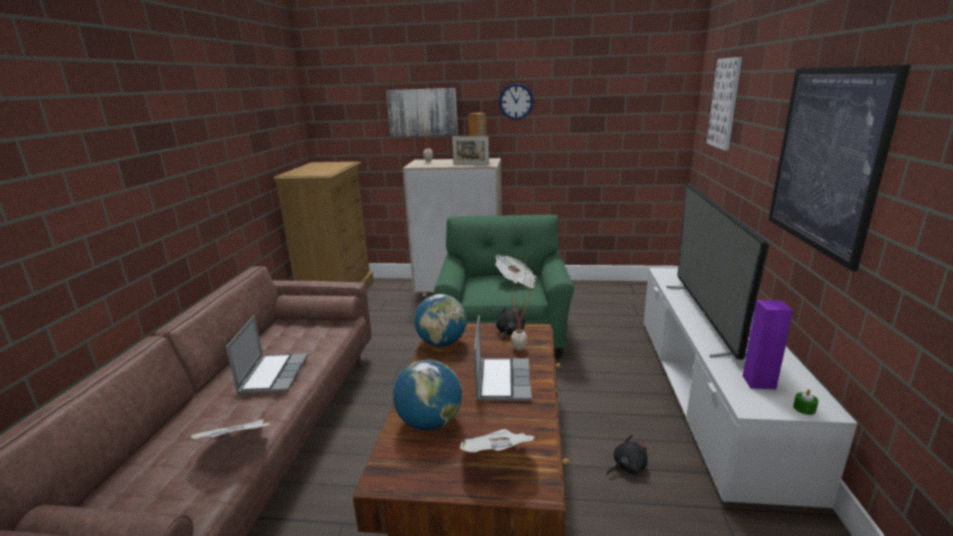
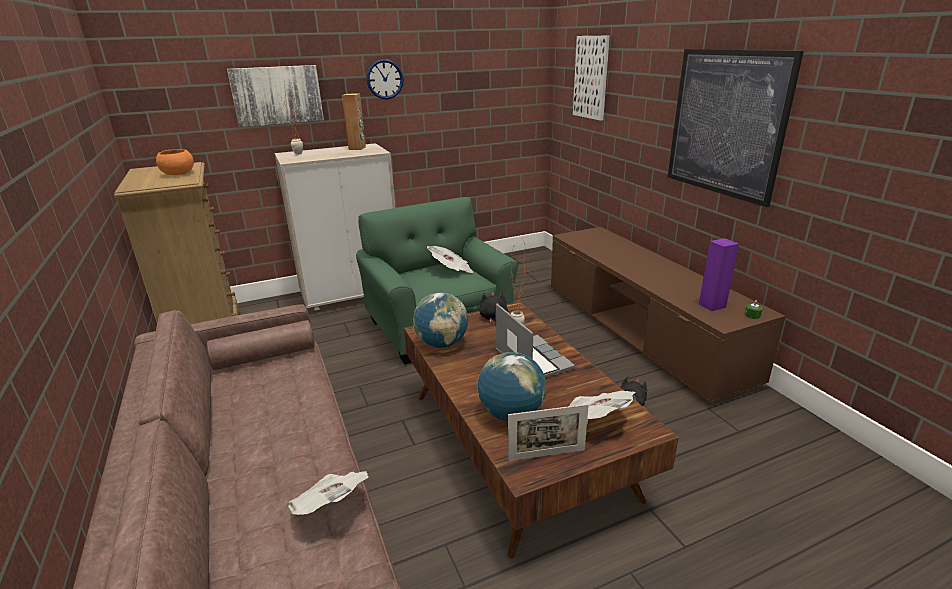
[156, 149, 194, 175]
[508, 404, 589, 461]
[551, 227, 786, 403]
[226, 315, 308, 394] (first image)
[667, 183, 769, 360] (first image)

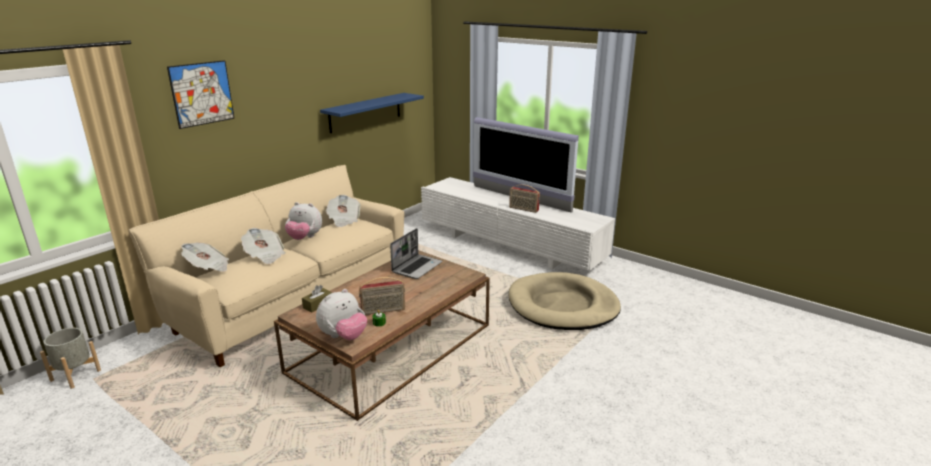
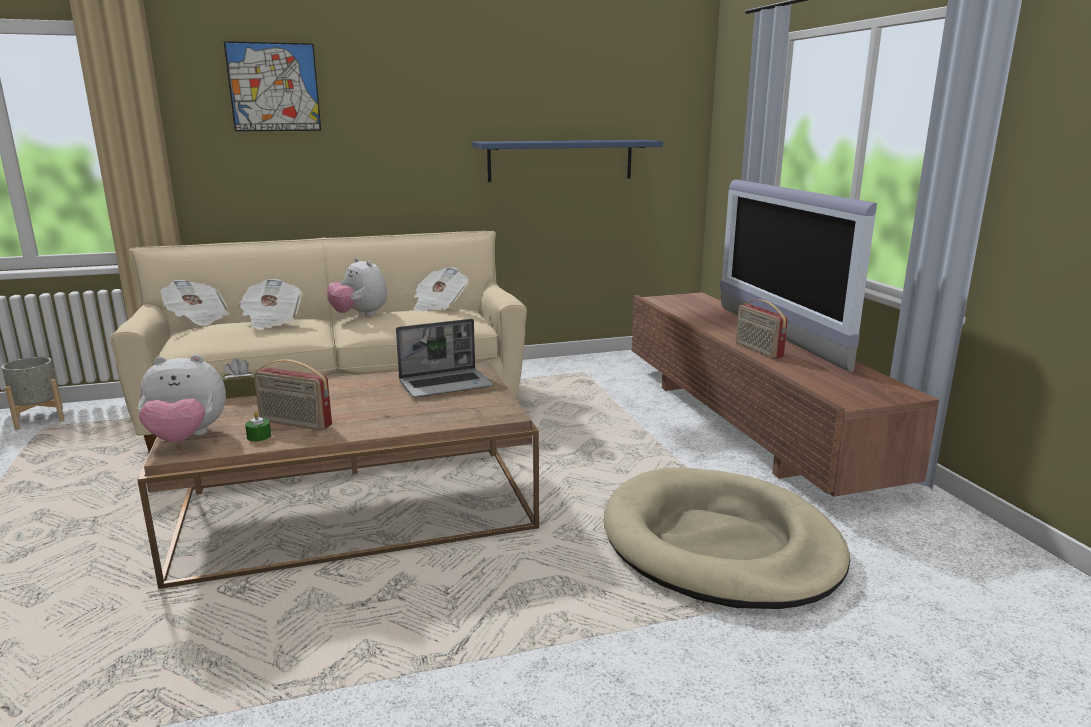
[632, 292, 939, 497]

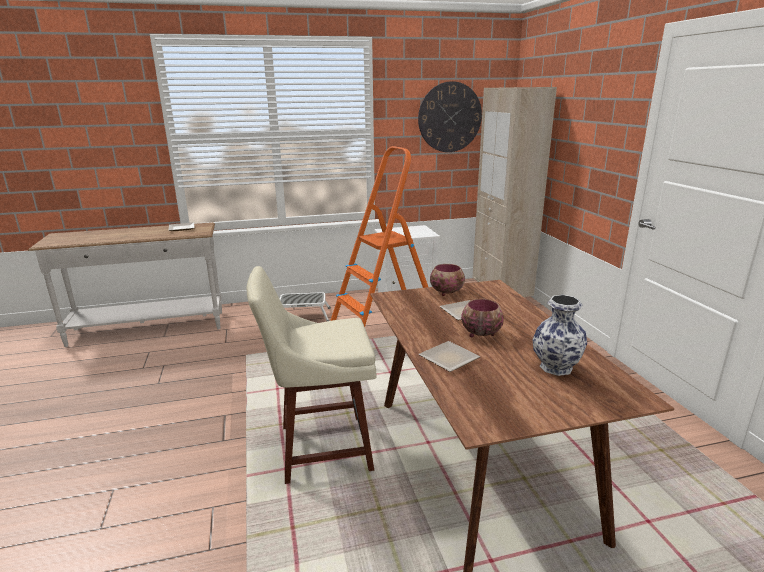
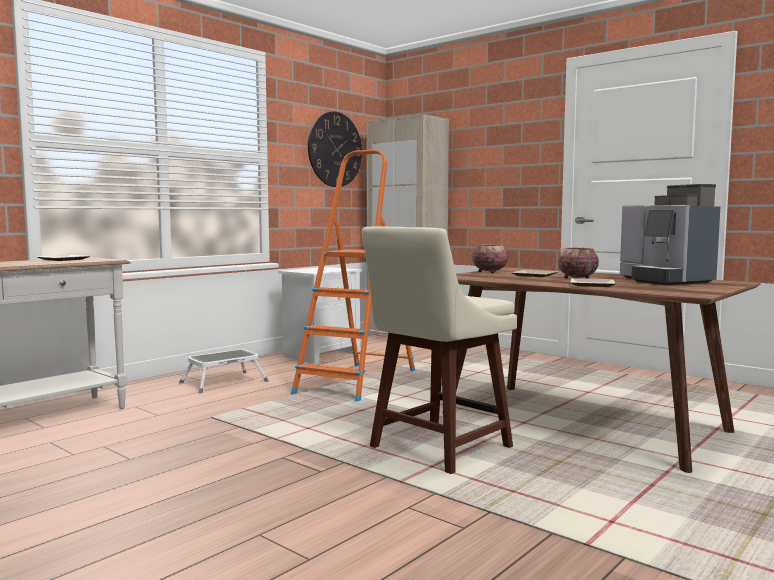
[620, 184, 721, 285]

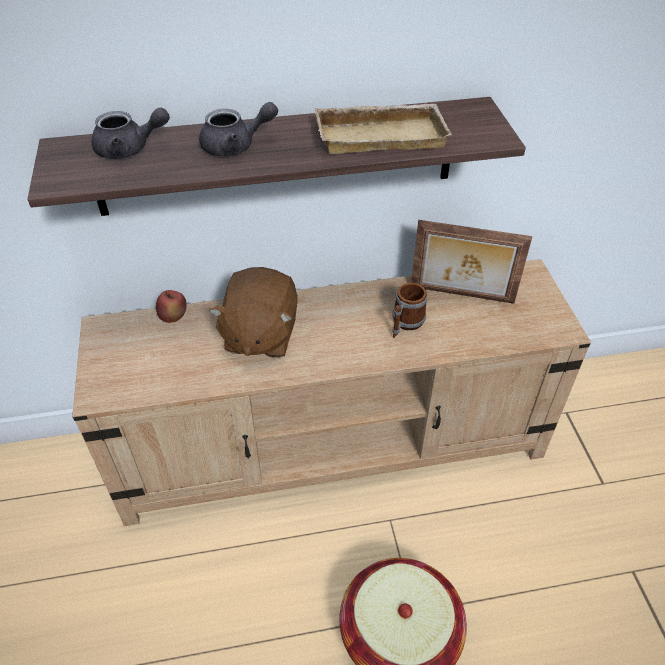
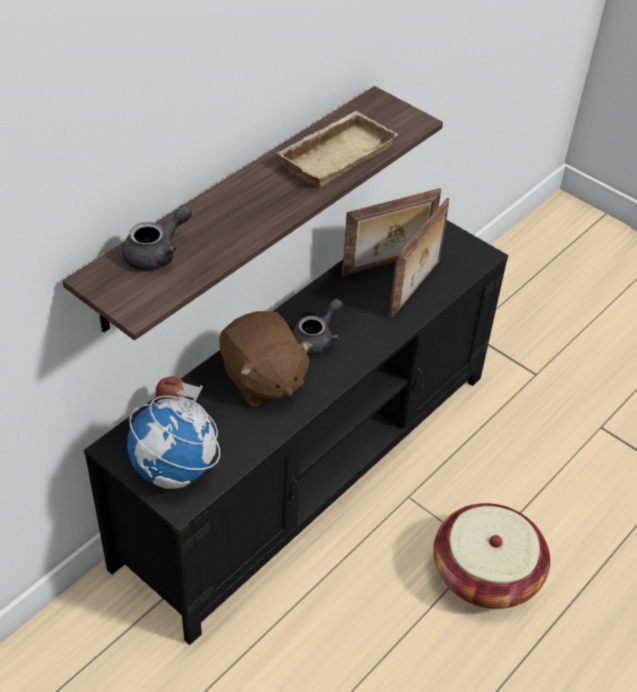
[84, 220, 508, 645]
[127, 382, 220, 489]
[292, 299, 343, 355]
[389, 198, 449, 319]
[392, 283, 428, 338] (first image)

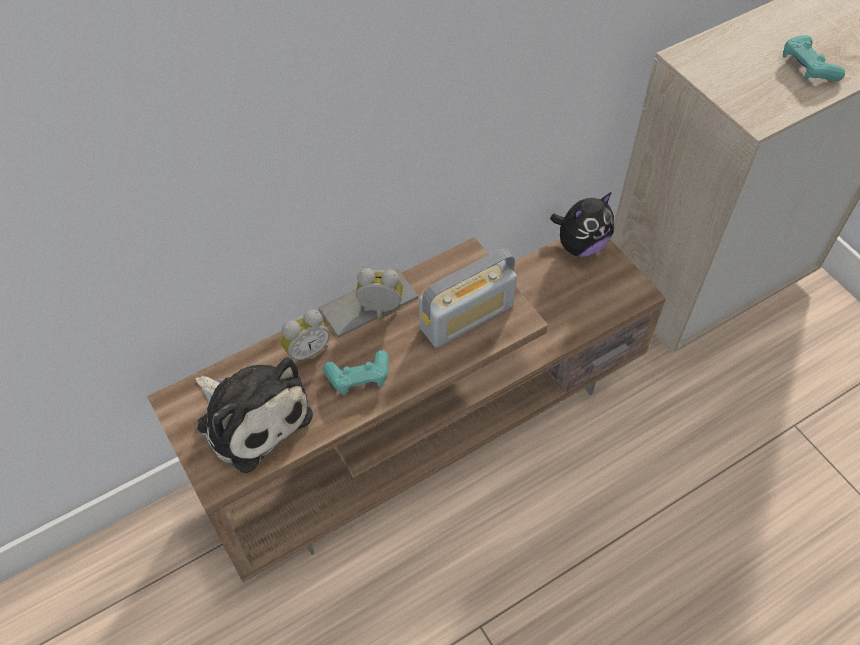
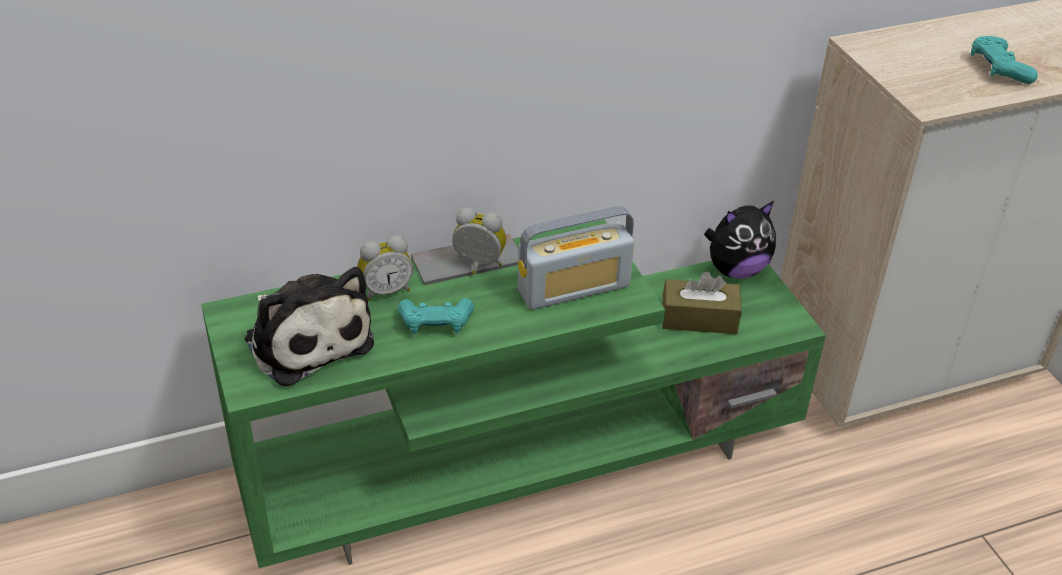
[201, 219, 826, 568]
[662, 272, 742, 334]

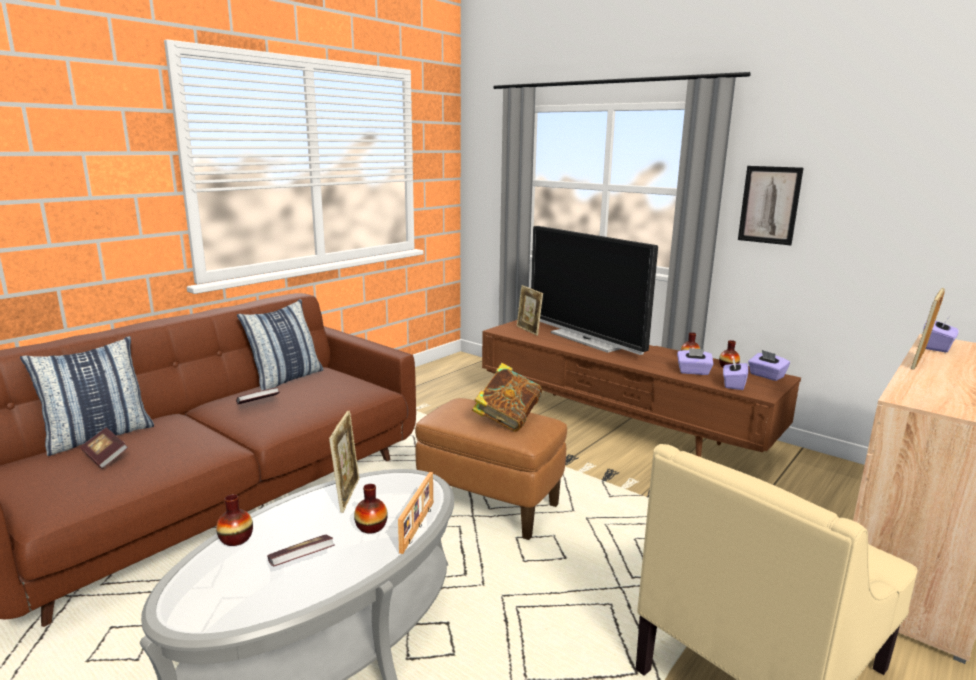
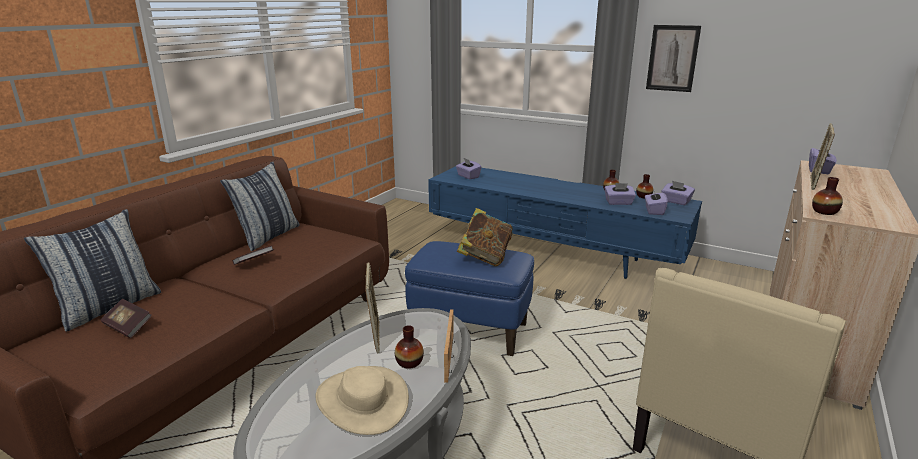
[315, 366, 409, 435]
[405, 241, 534, 356]
[428, 166, 702, 279]
[456, 158, 481, 179]
[812, 177, 843, 215]
[531, 226, 658, 355] (first image)

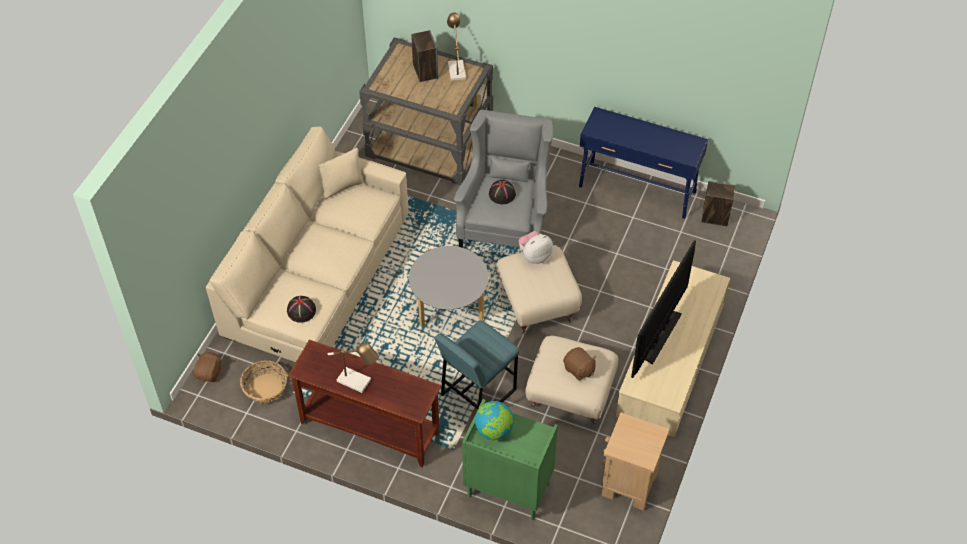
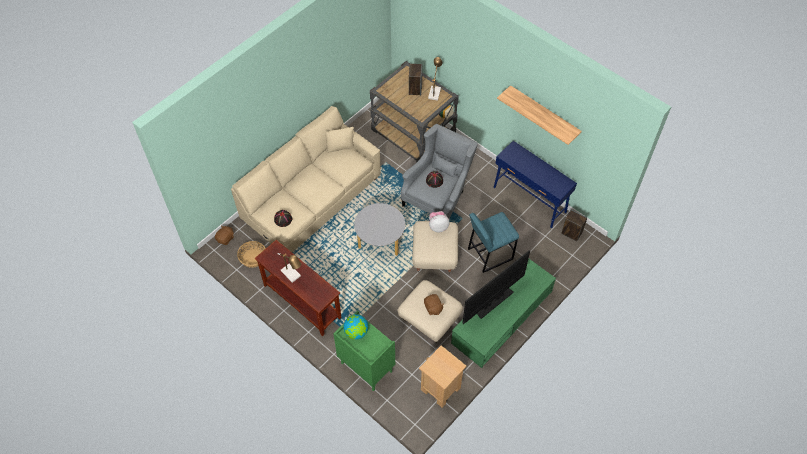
[451, 259, 556, 368]
[468, 212, 519, 273]
[497, 85, 582, 145]

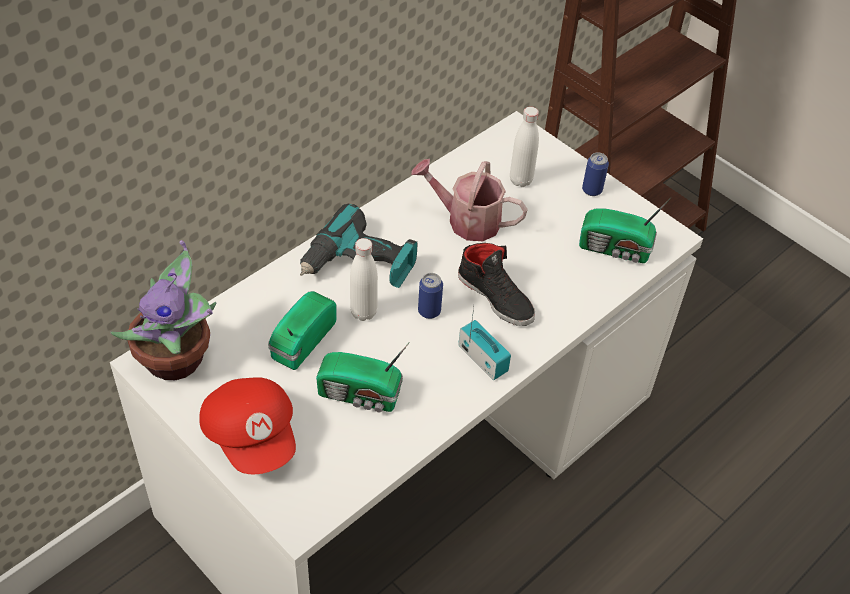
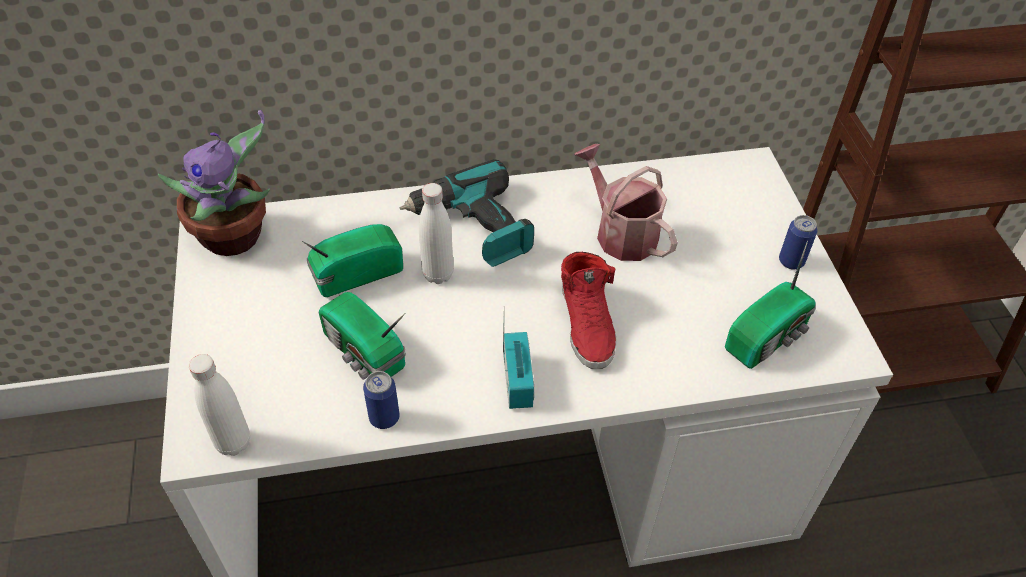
[189, 354, 250, 456]
[363, 371, 399, 429]
[561, 252, 617, 369]
[725, 241, 816, 369]
[199, 377, 296, 474] (first image)

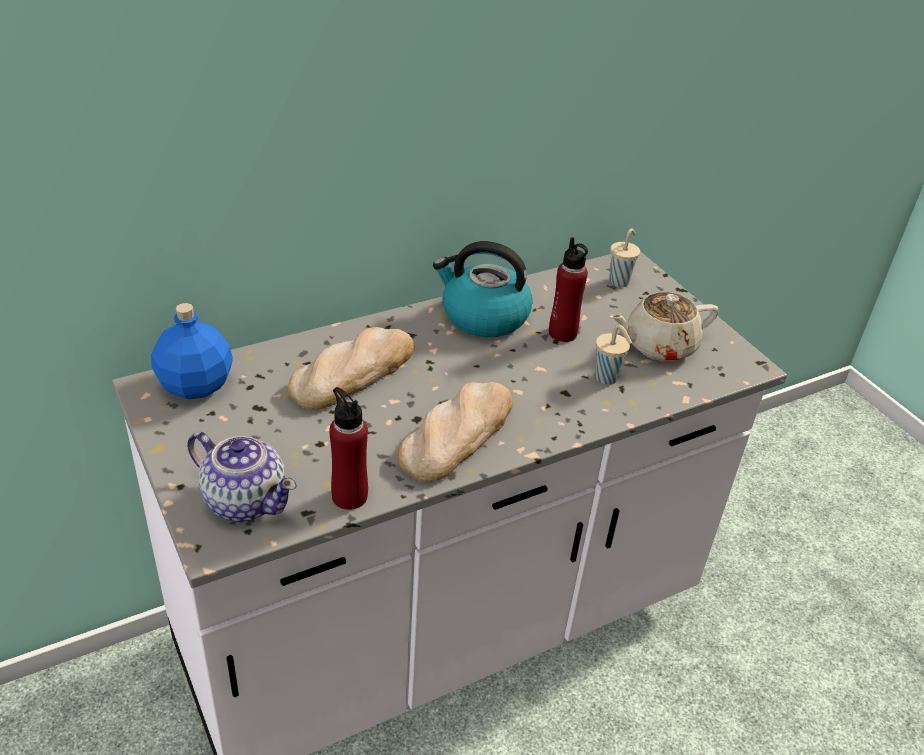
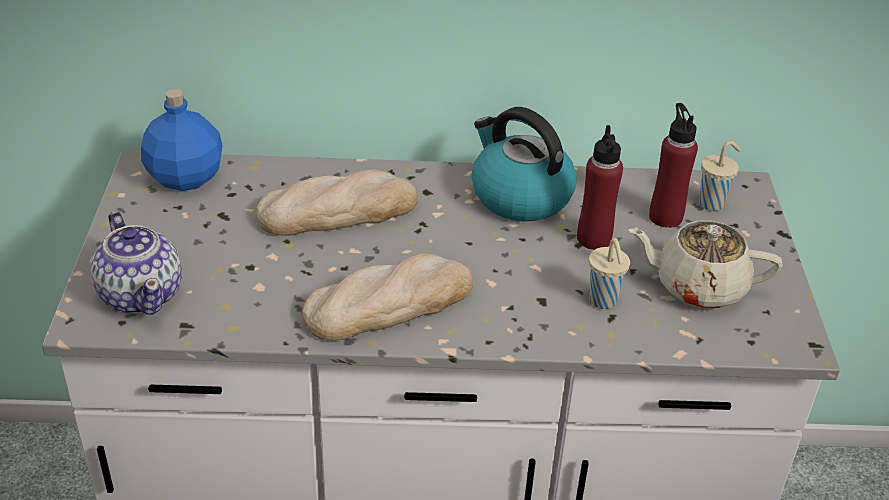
[649, 103, 698, 228]

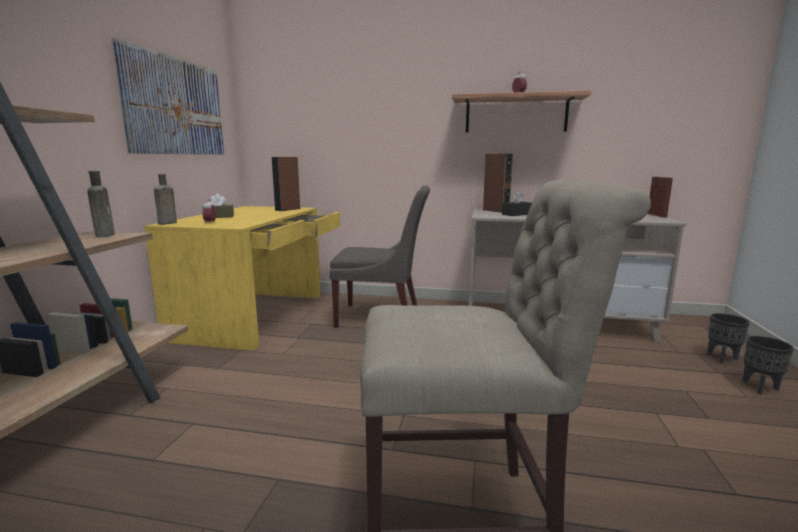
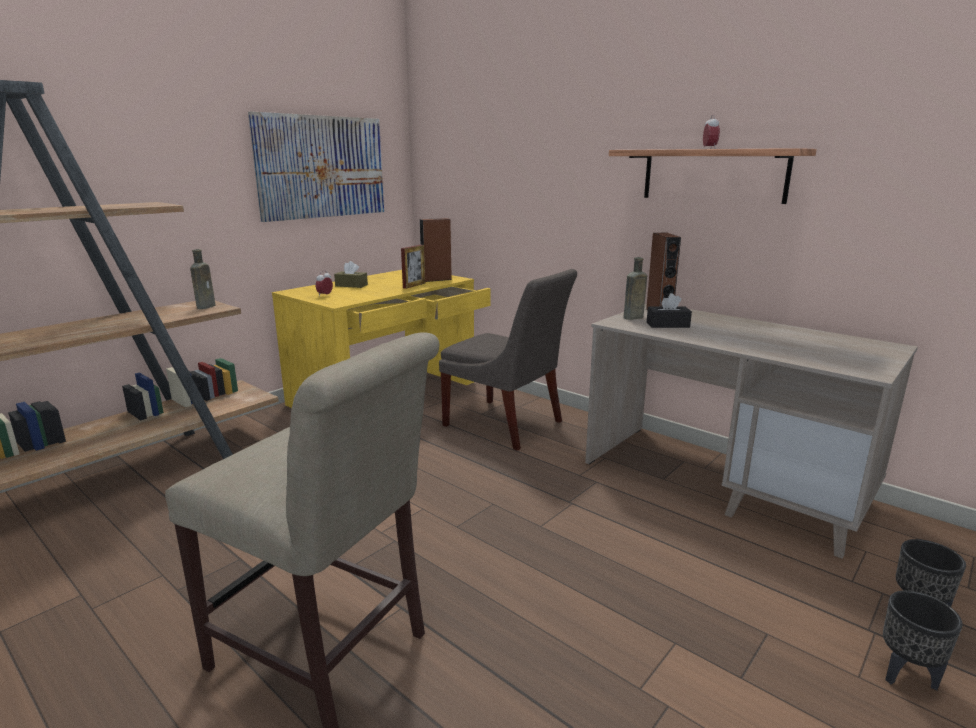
[401, 245, 425, 289]
[624, 257, 647, 320]

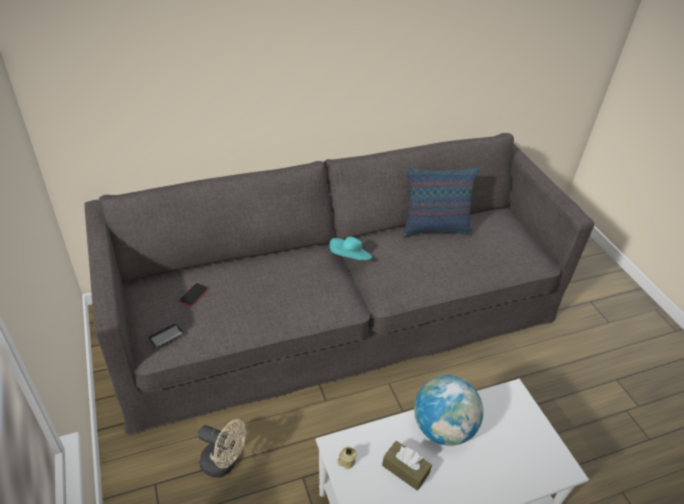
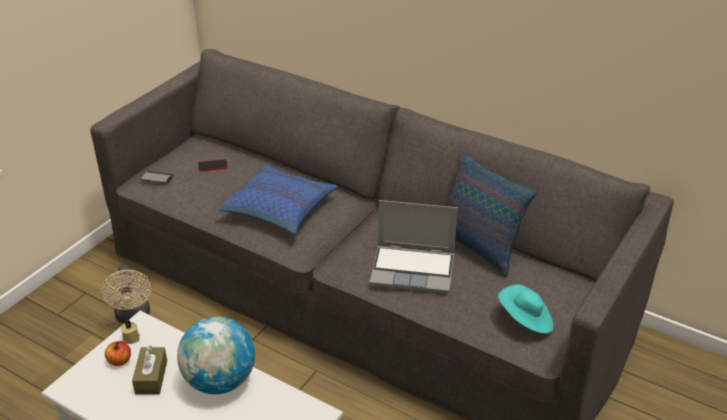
[105, 341, 131, 366]
[217, 164, 337, 234]
[370, 200, 458, 293]
[498, 285, 553, 334]

